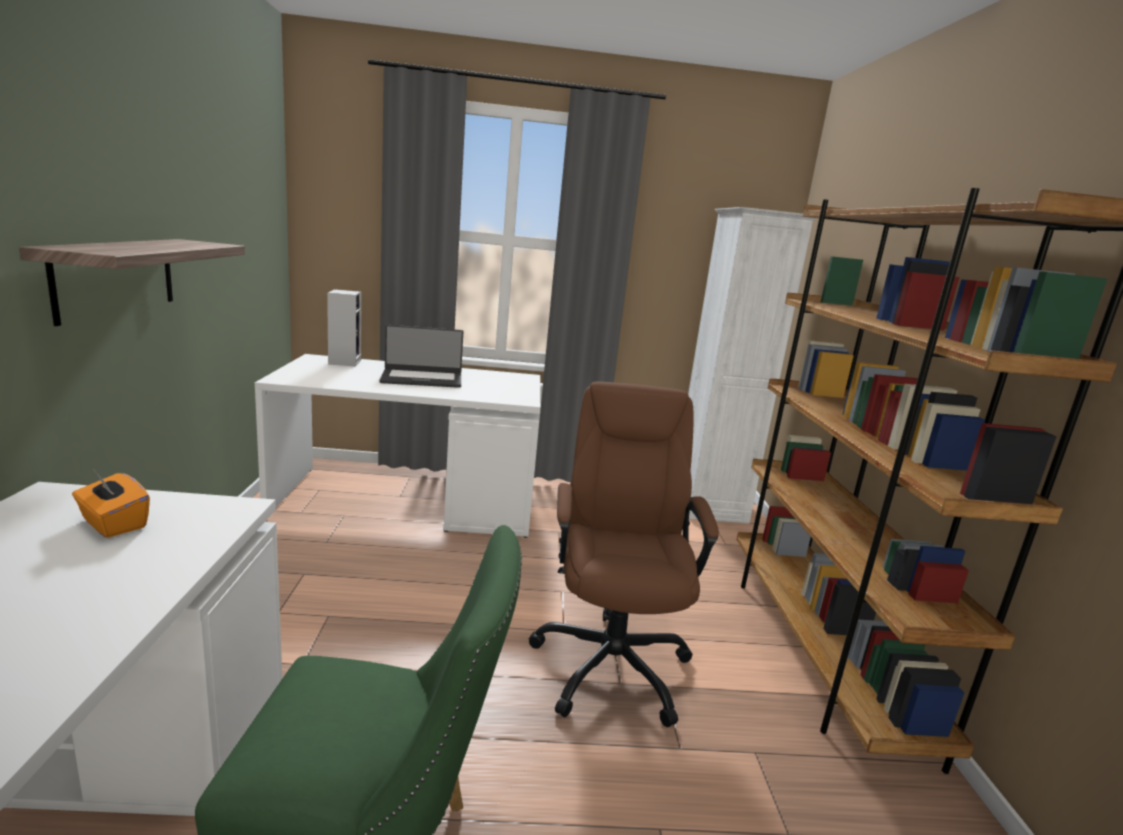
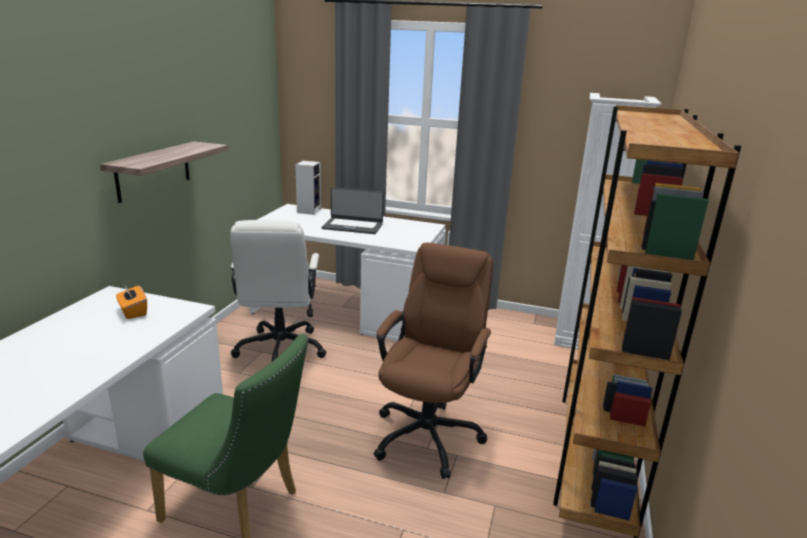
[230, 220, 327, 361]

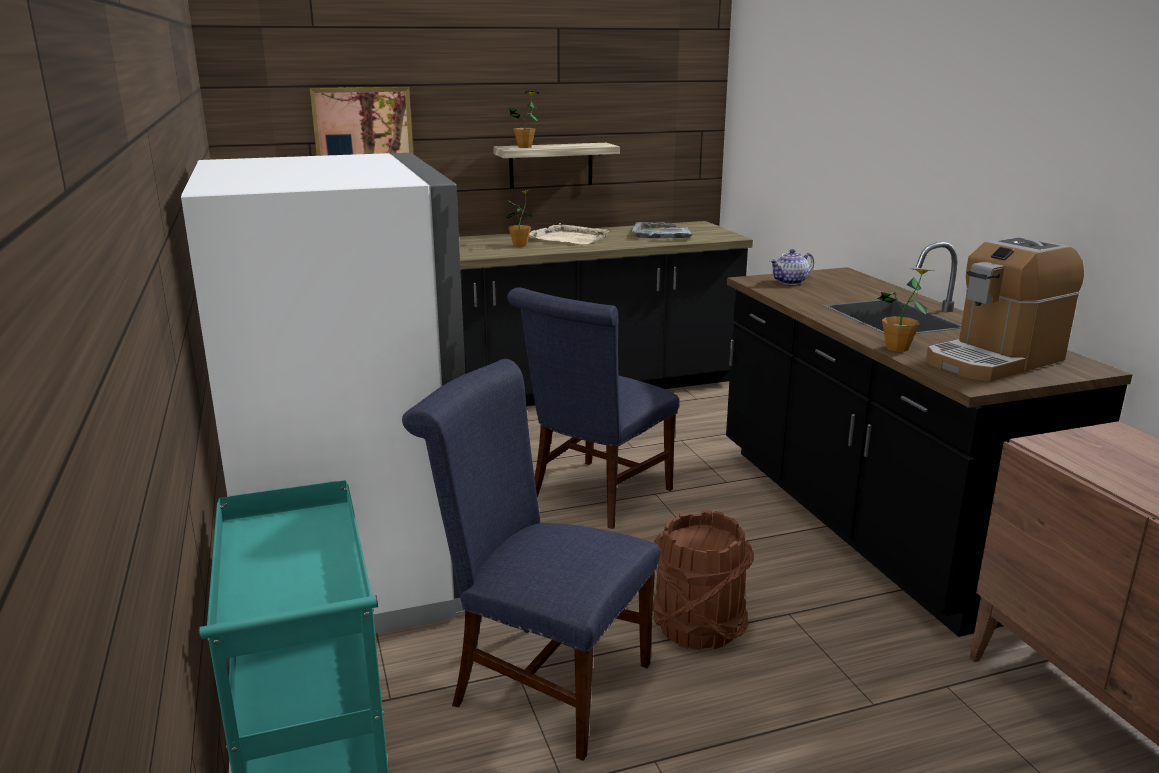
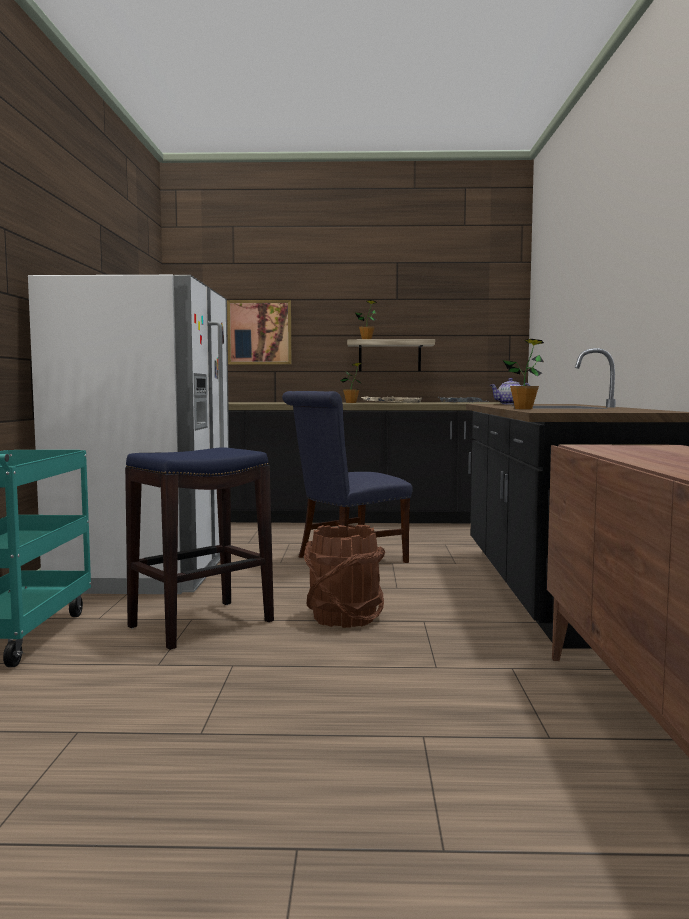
[125, 447, 274, 650]
[926, 236, 1084, 381] (first image)

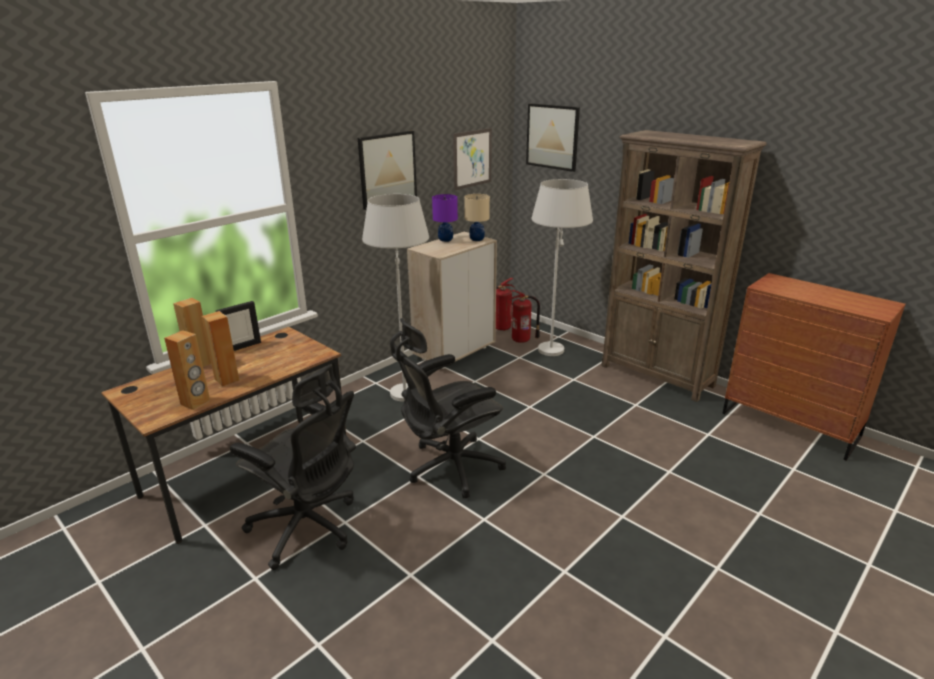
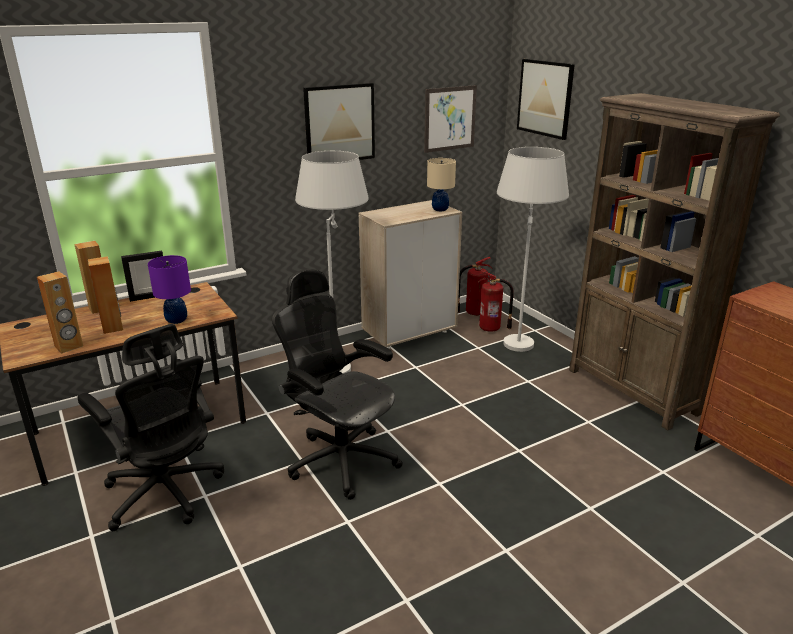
[148, 255, 191, 324]
[272, 269, 403, 500]

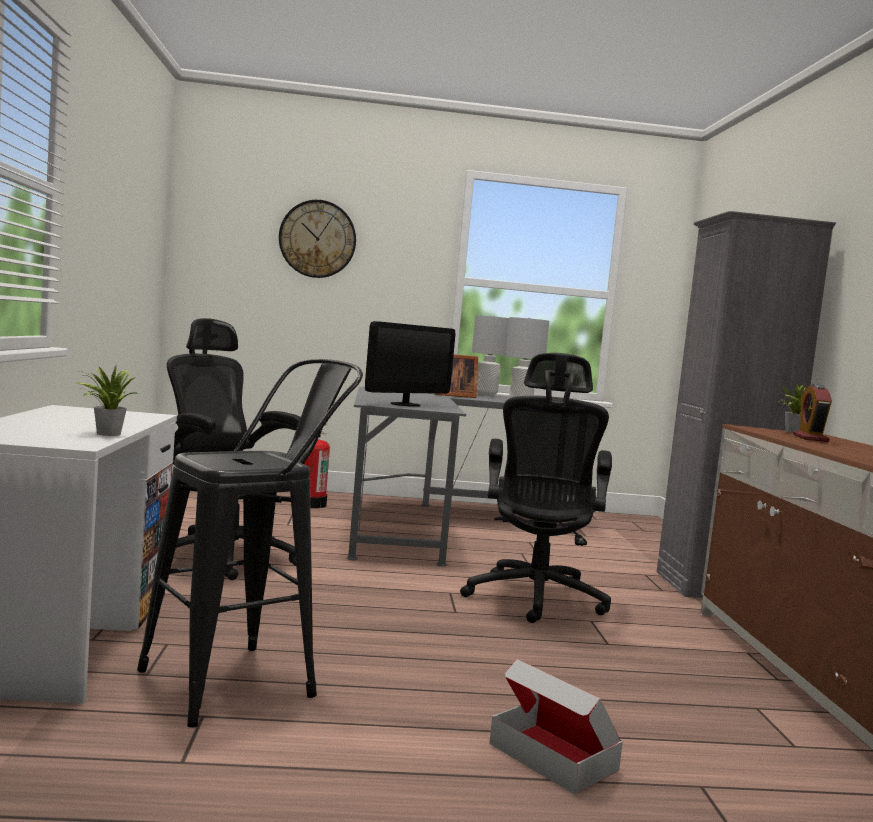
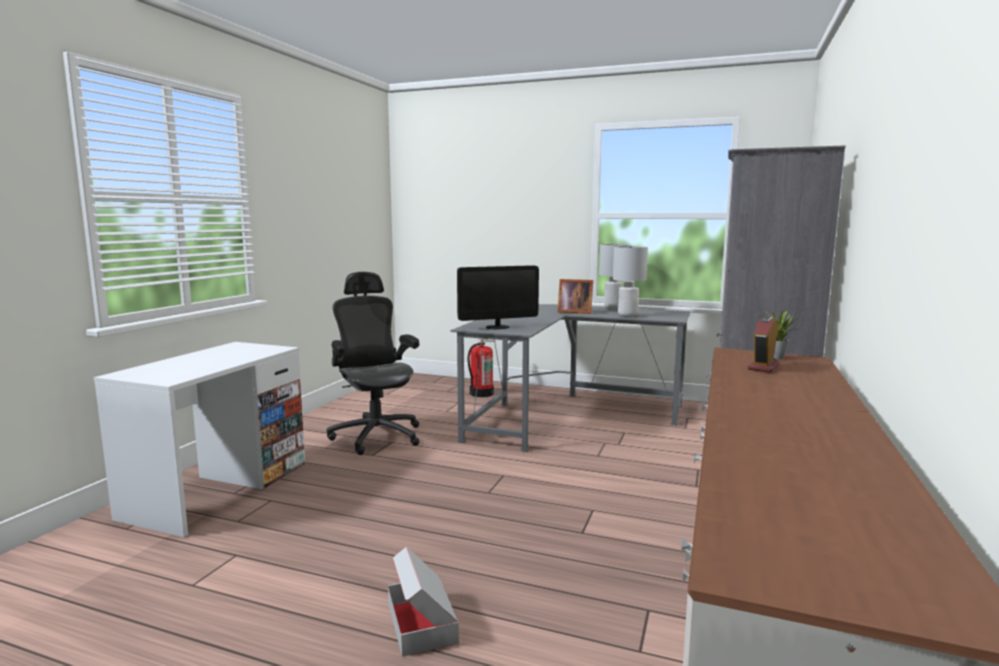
[78, 366, 138, 436] (first image)
[137, 359, 363, 727] (first image)
[279, 200, 356, 278] (first image)
[460, 353, 612, 623] (first image)

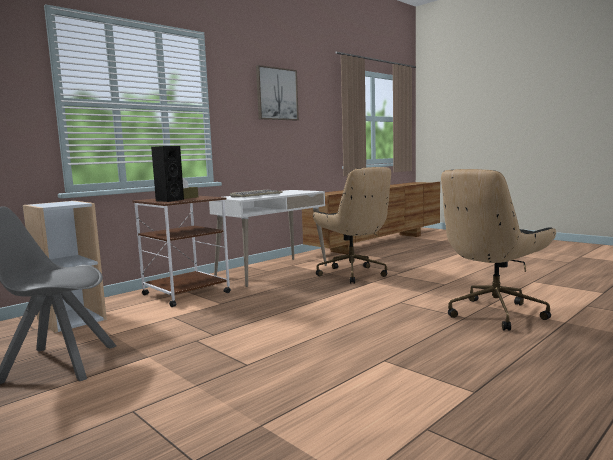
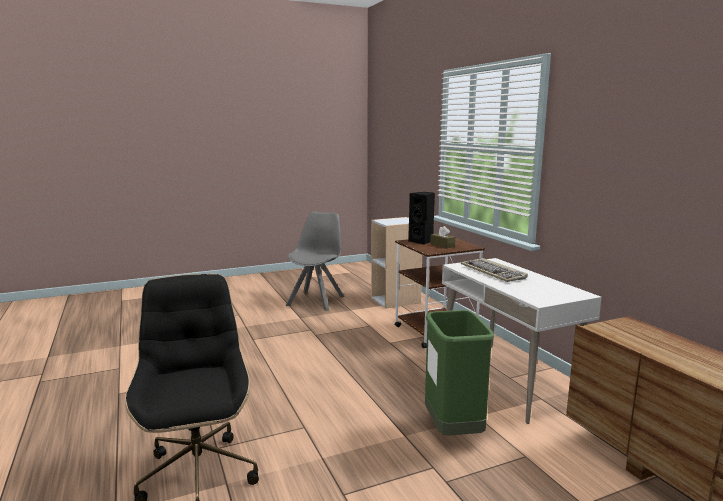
[425, 310, 494, 436]
[256, 65, 299, 120] (first image)

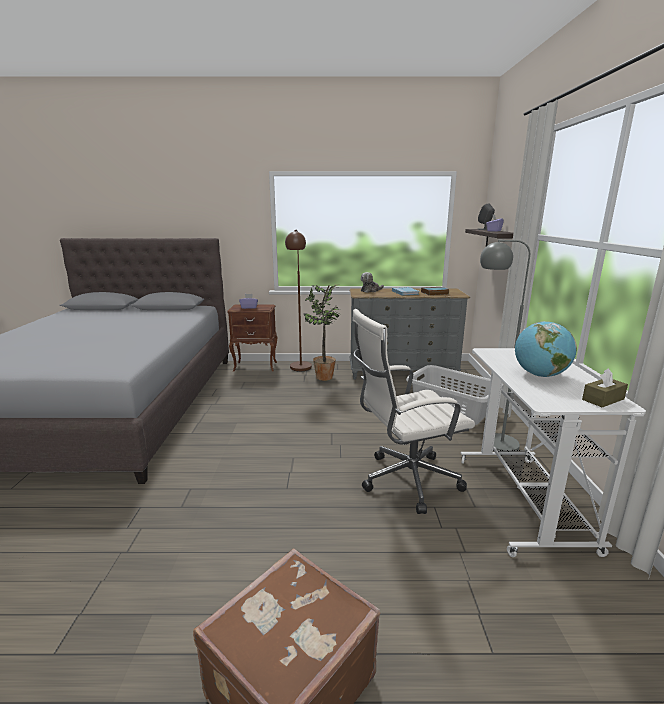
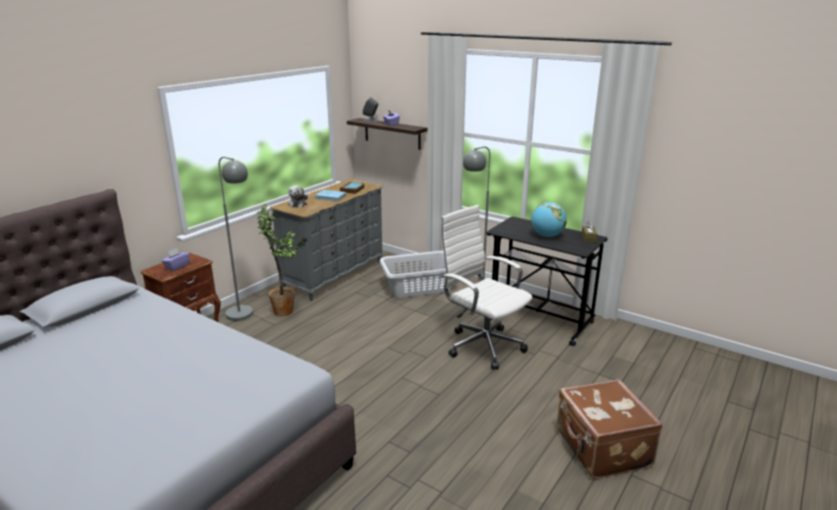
[219, 157, 253, 321]
[441, 205, 533, 370]
[486, 217, 607, 346]

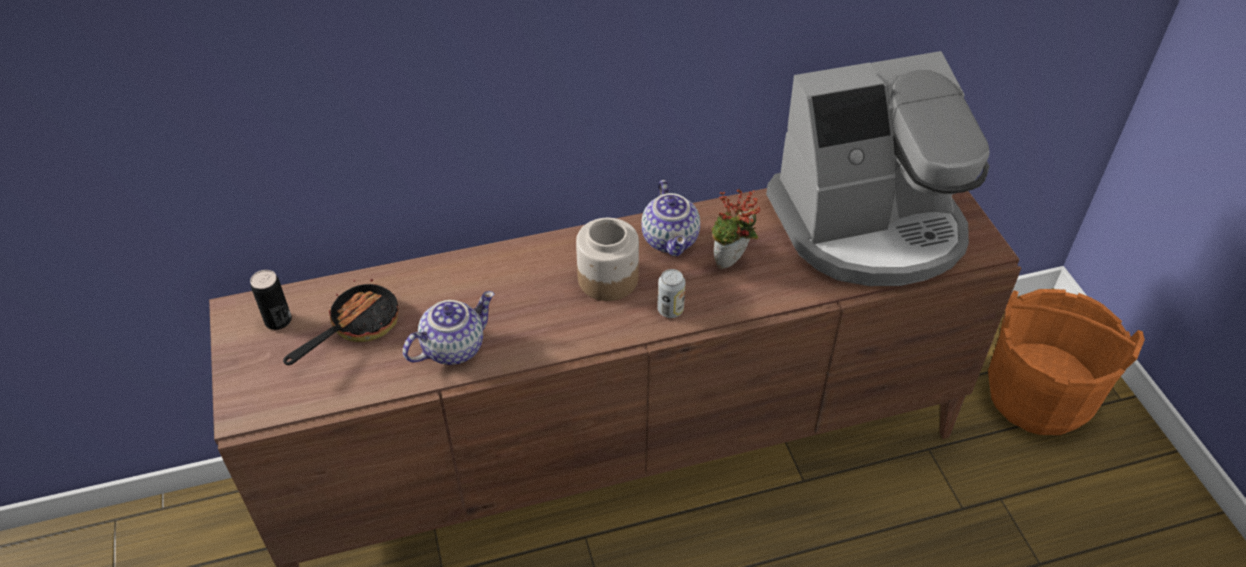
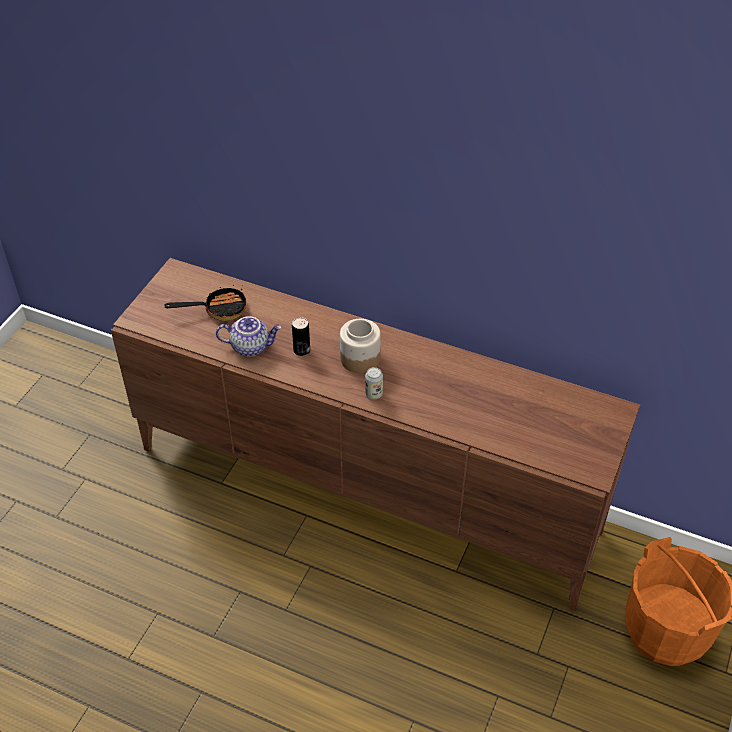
[292, 317, 310, 356]
[641, 180, 700, 256] (first image)
[711, 189, 761, 269] (first image)
[766, 51, 990, 286] (first image)

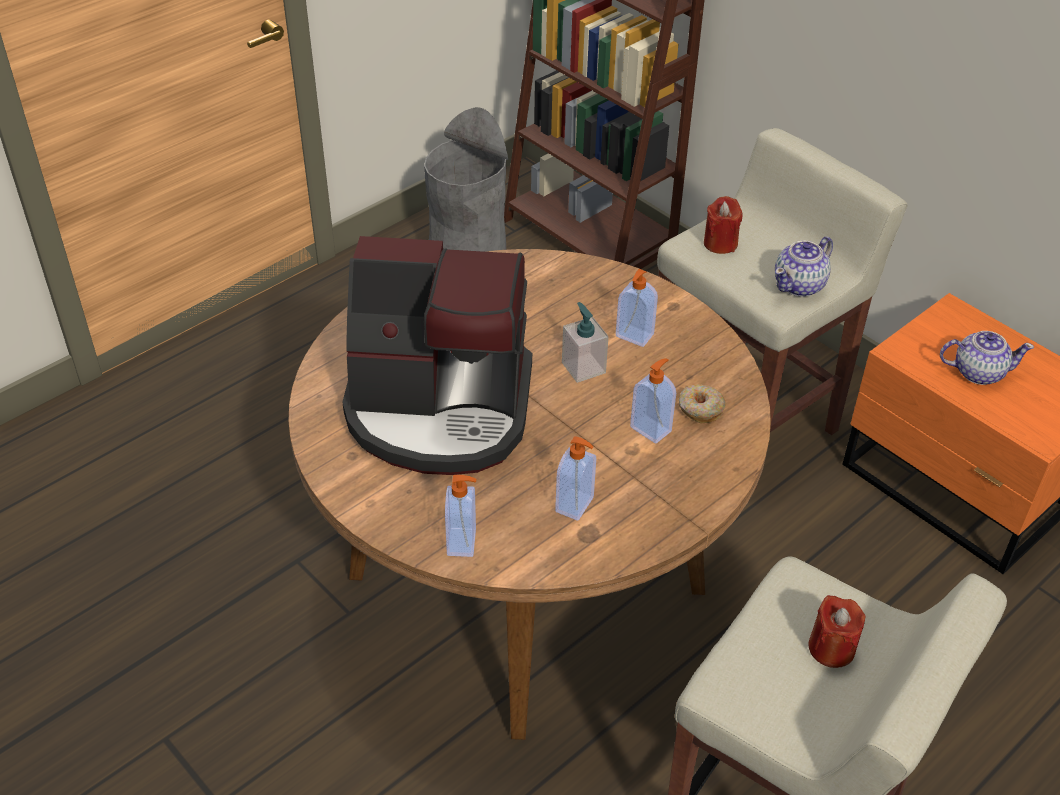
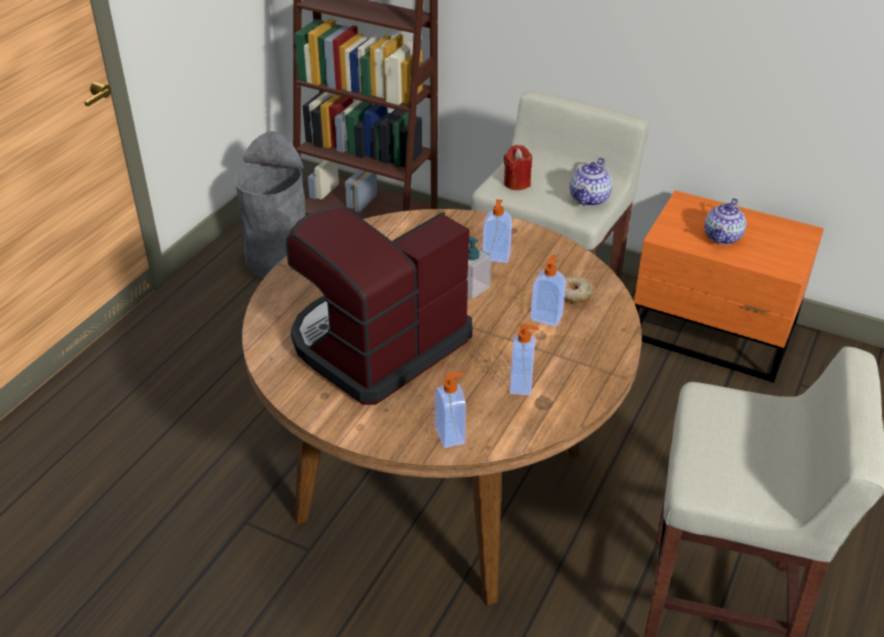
[286, 206, 472, 405]
[704, 198, 746, 245]
[809, 595, 866, 668] (first image)

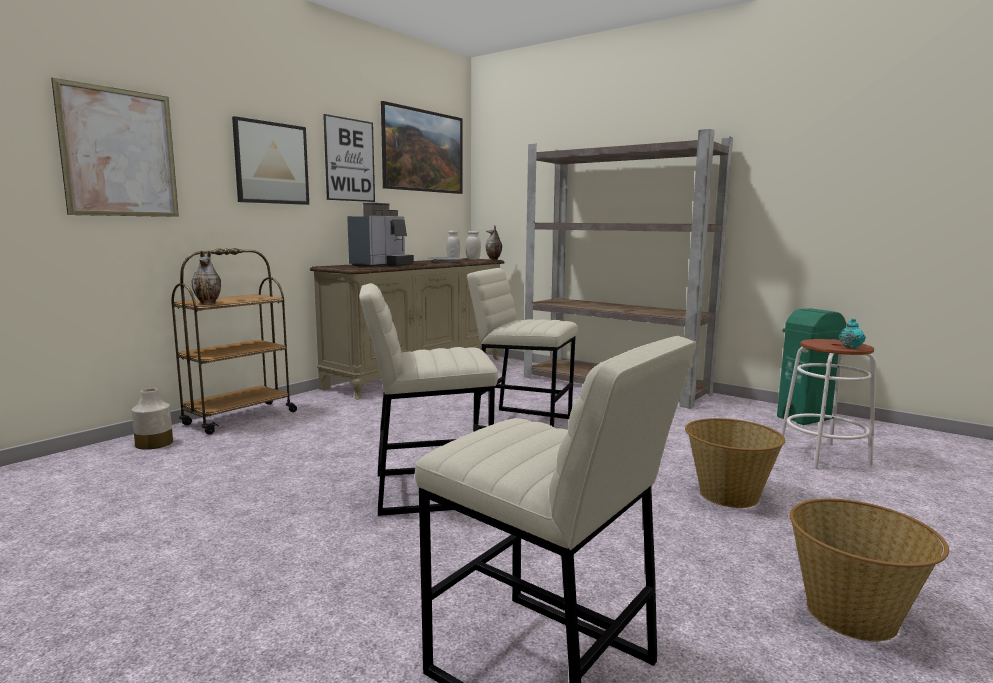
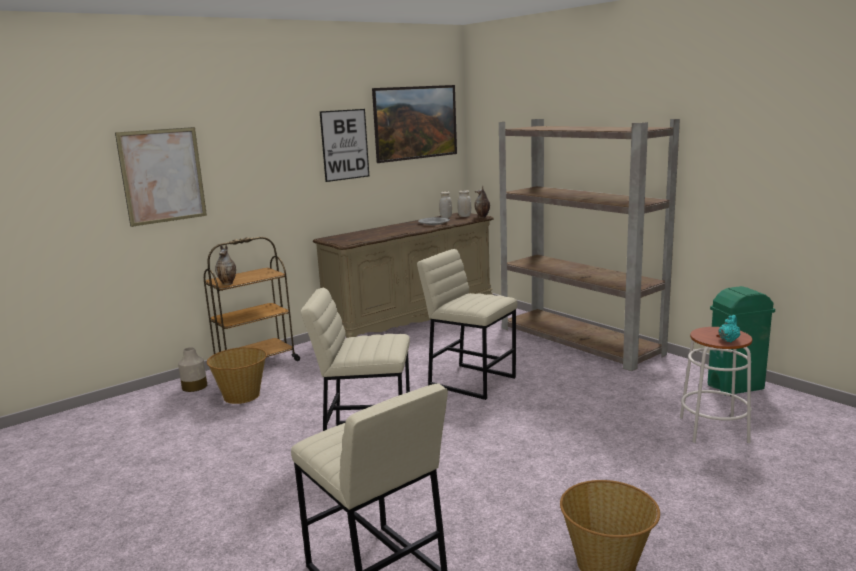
[207, 347, 267, 404]
[232, 116, 309, 205] (first image)
[347, 203, 414, 267] (first image)

